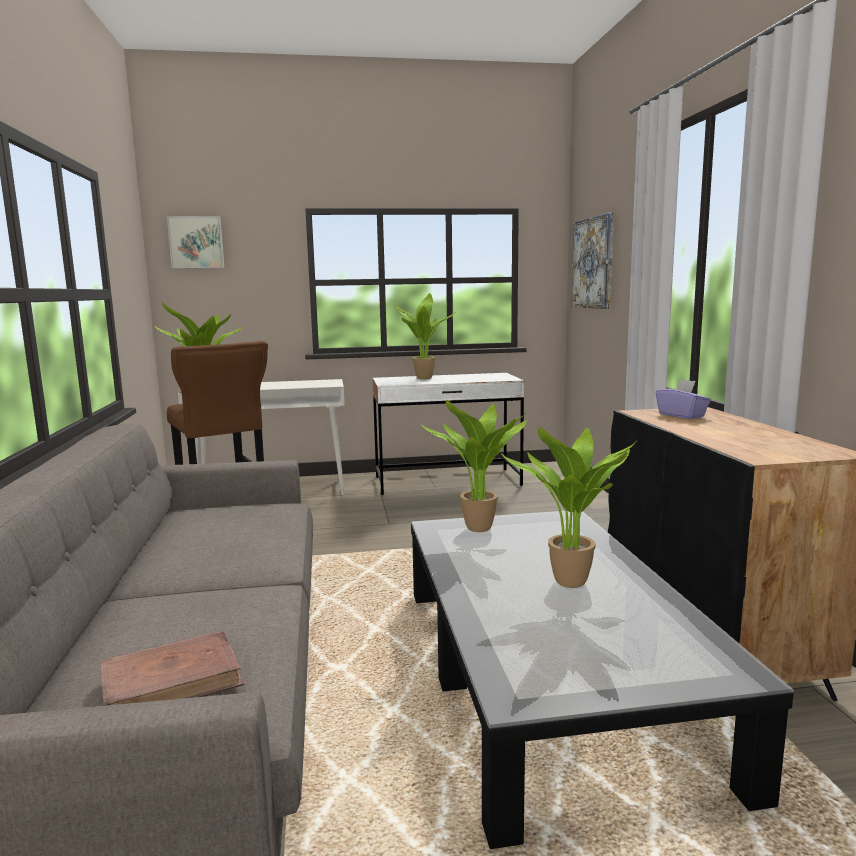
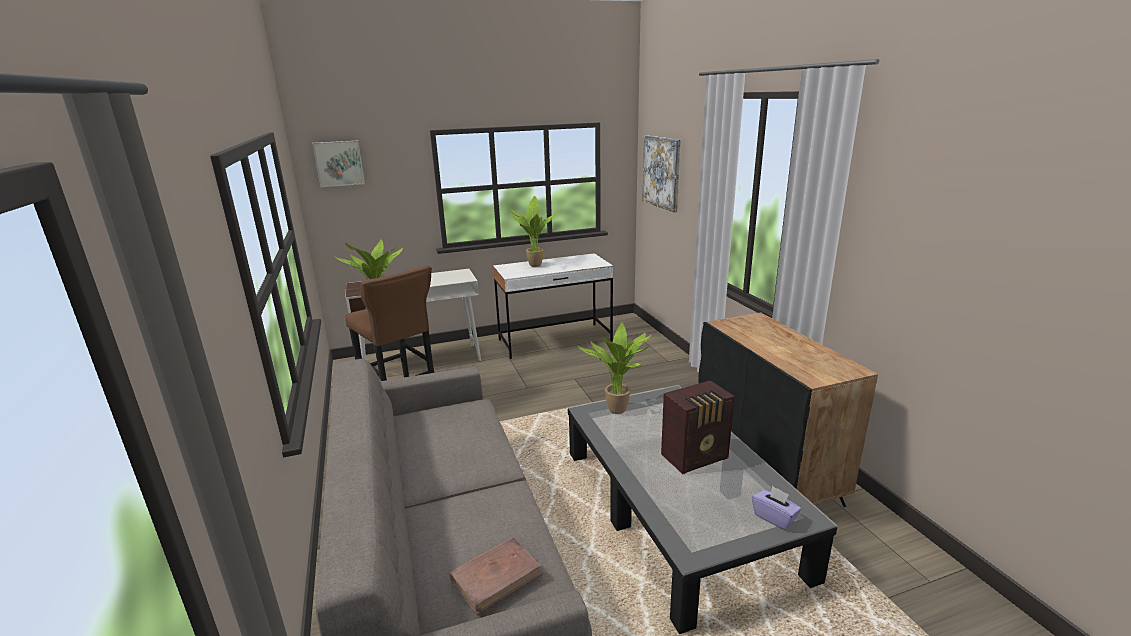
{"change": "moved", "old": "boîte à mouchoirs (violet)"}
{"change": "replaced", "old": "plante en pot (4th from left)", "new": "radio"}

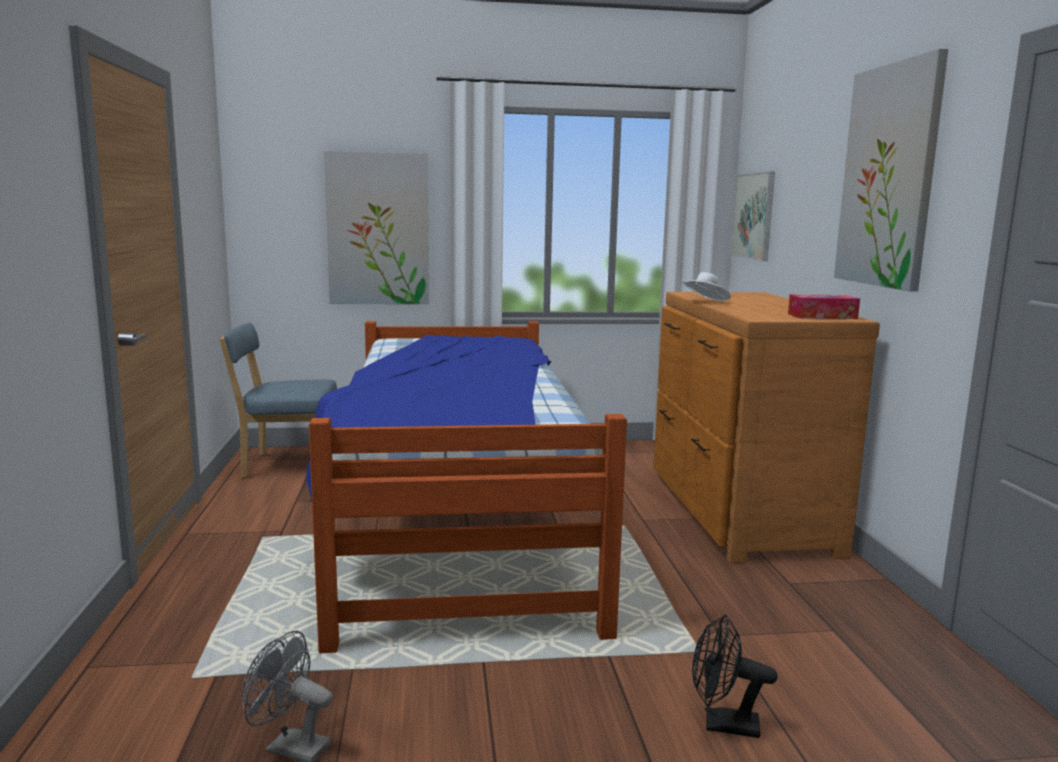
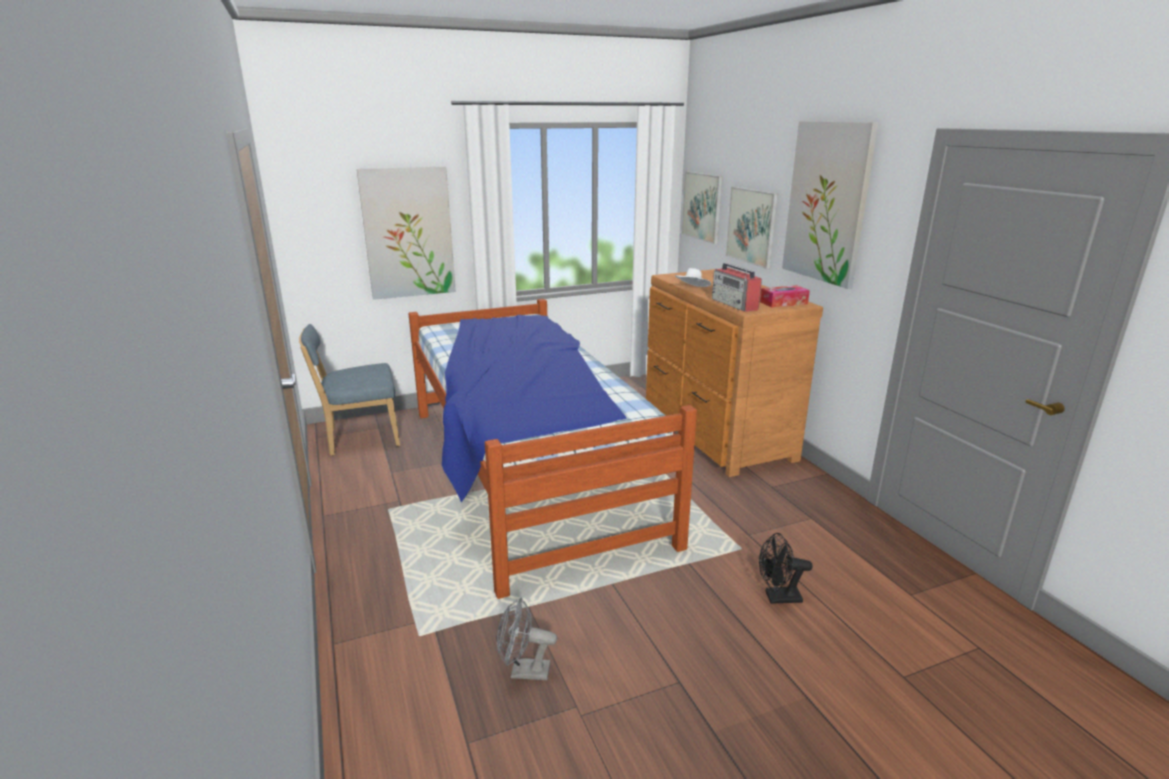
{"change": "added", "new": "radio"}
{"change": "added", "new": "tableau (3rd from left)"}

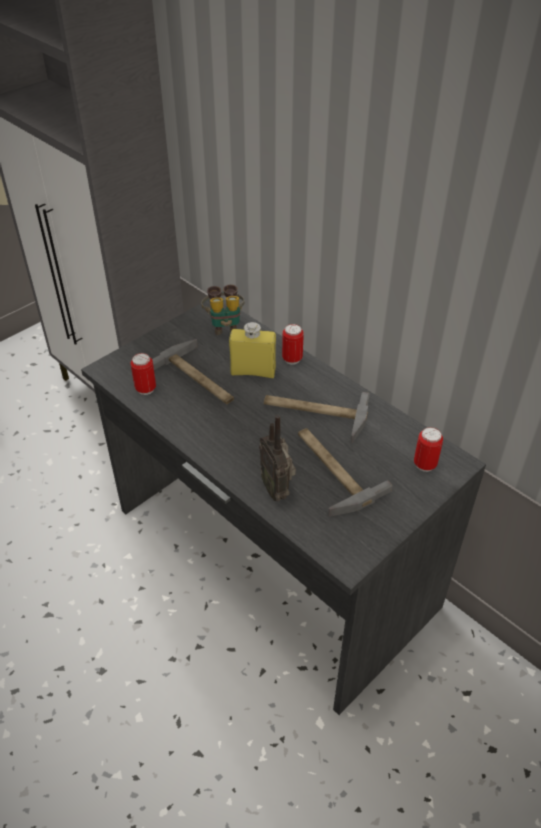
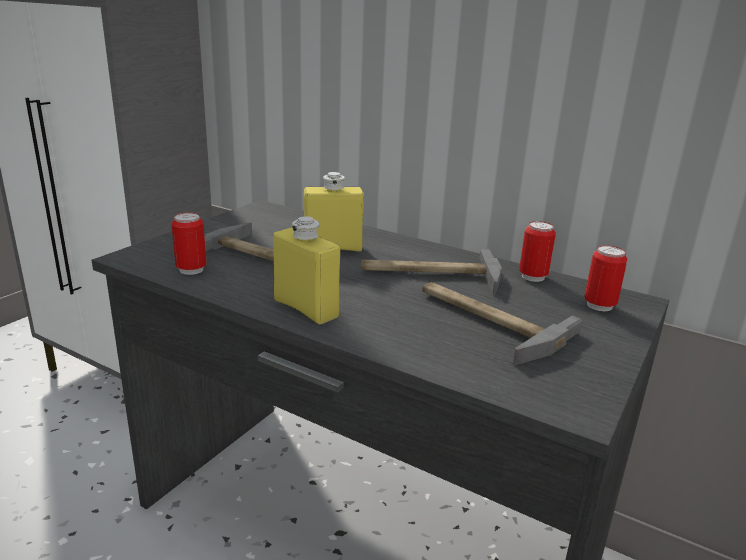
{"change": "removed", "old": "jumelles"}
{"change": "removed", "old": "radio"}
{"change": "added", "new": "bouteille (jaune) (1st from left)"}
{"change": "moved", "old": "boîte métallique (2nd from left)"}

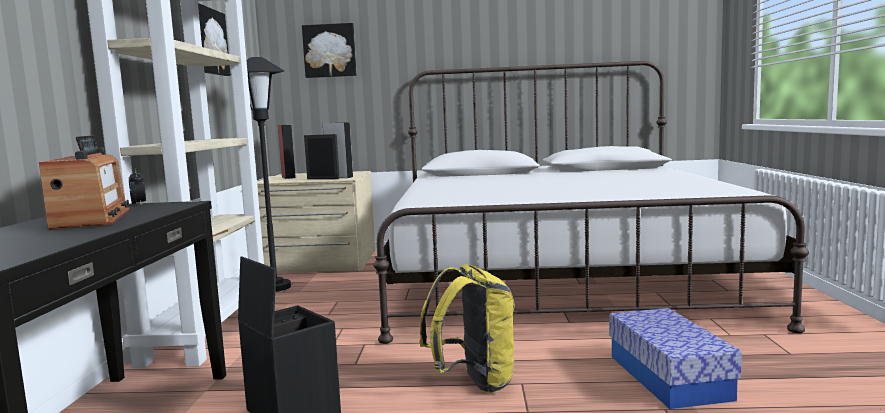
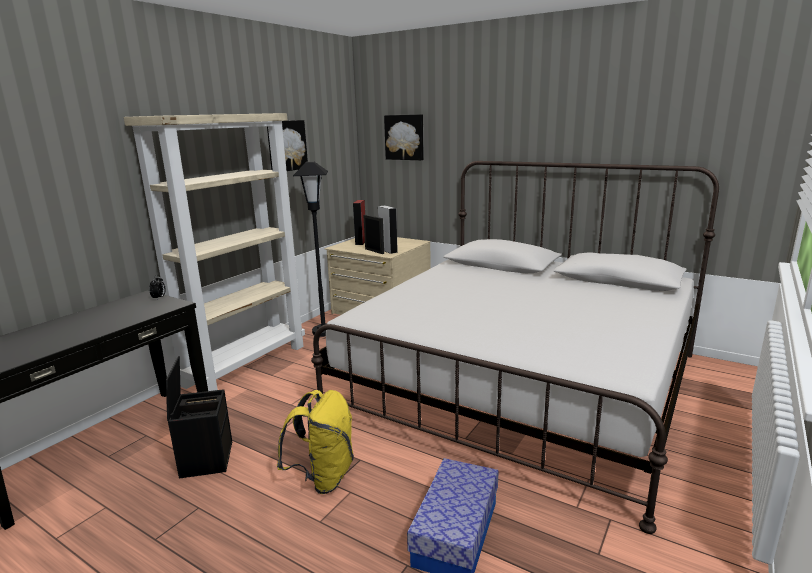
{"change": "removed", "old": "radio"}

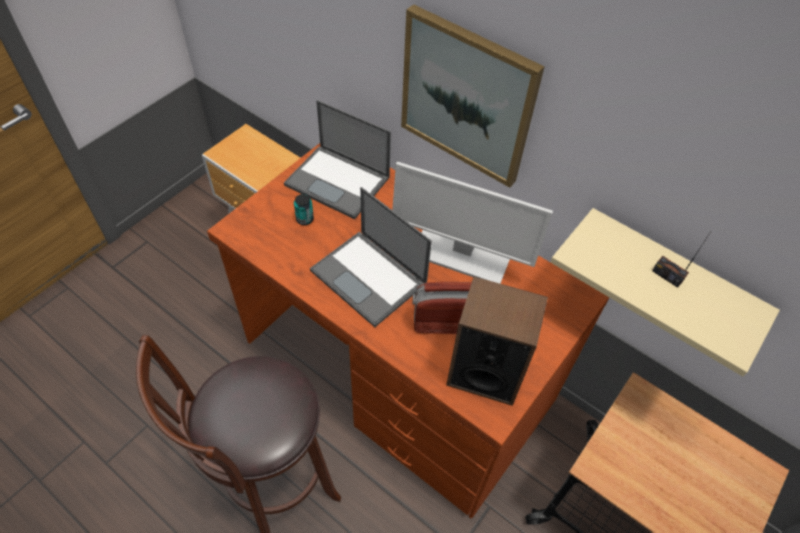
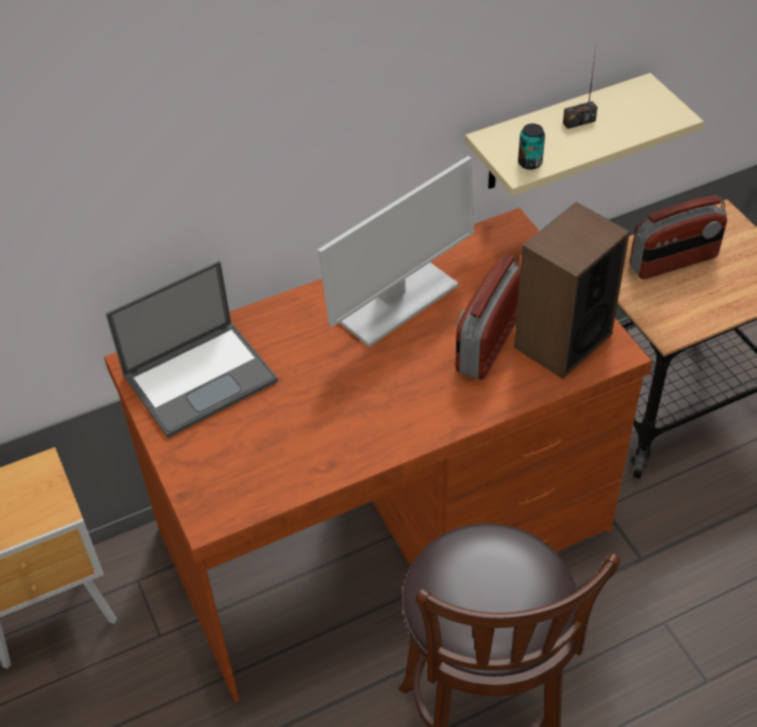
{"change": "removed", "old": "ordinateur portable (2nd from left)"}
{"change": "removed", "old": "tableau"}
{"change": "added", "new": "radio (3rd from left)"}
{"change": "moved", "old": "boîte métallique"}

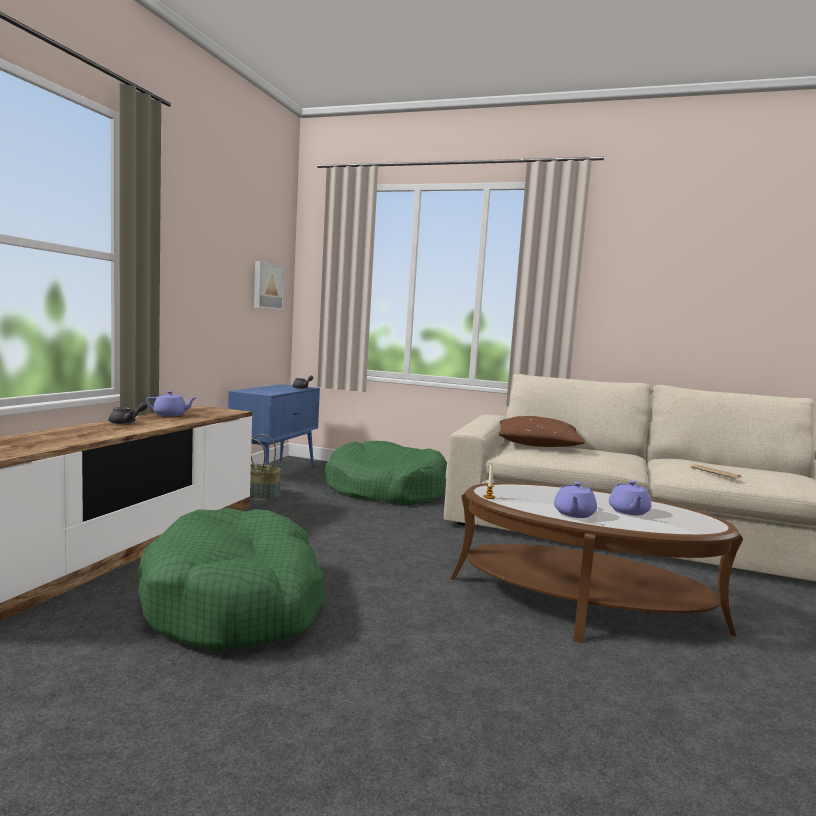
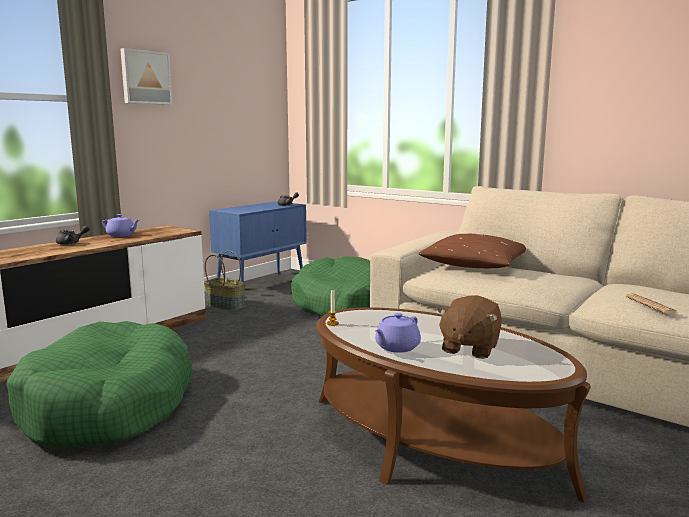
{"change": "moved", "old": "tableau"}
{"change": "replaced", "old": "théière (violet) (3rd from left)", "new": "peluche (marron)"}

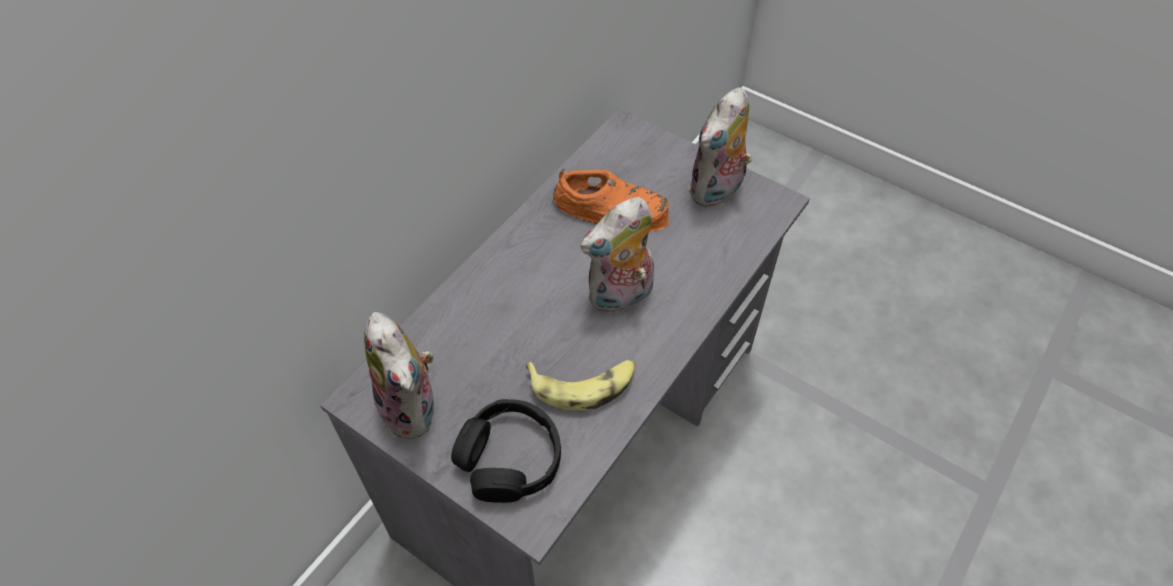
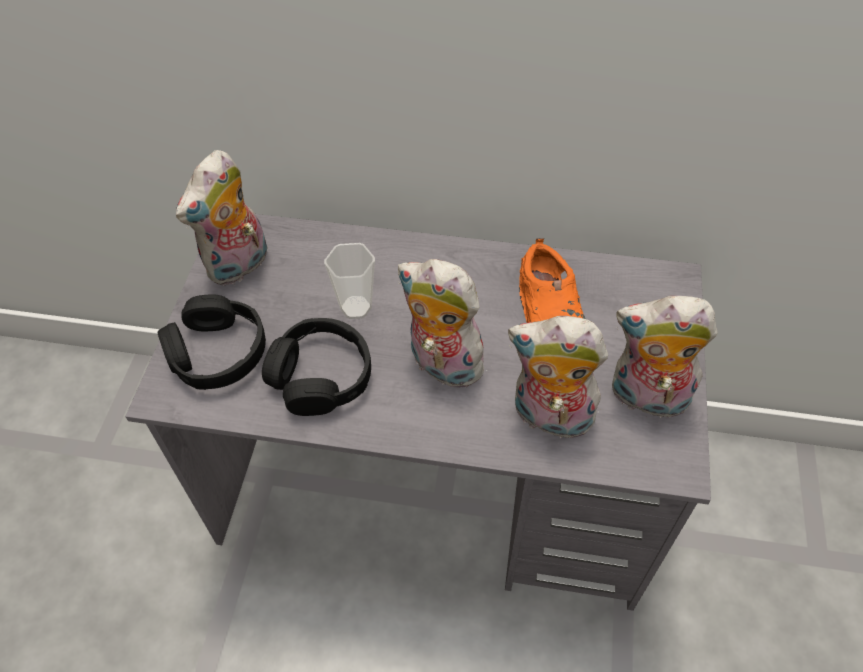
{"change": "added", "new": "tasse"}
{"change": "added", "new": "peluche (3rd from left)"}
{"change": "replaced", "old": "banane", "new": "casque audio (noir) (2nd from left)"}

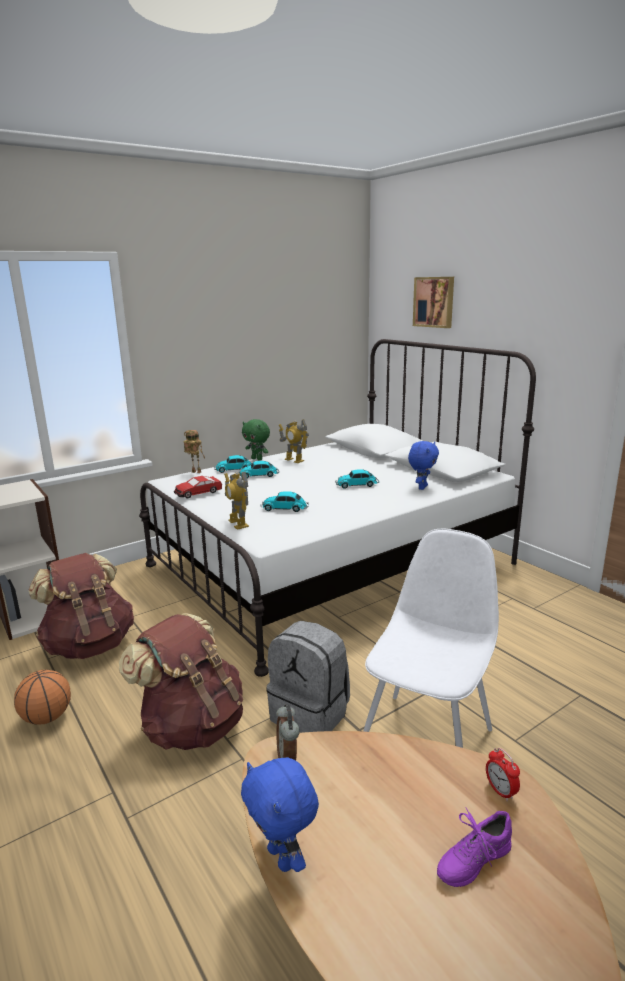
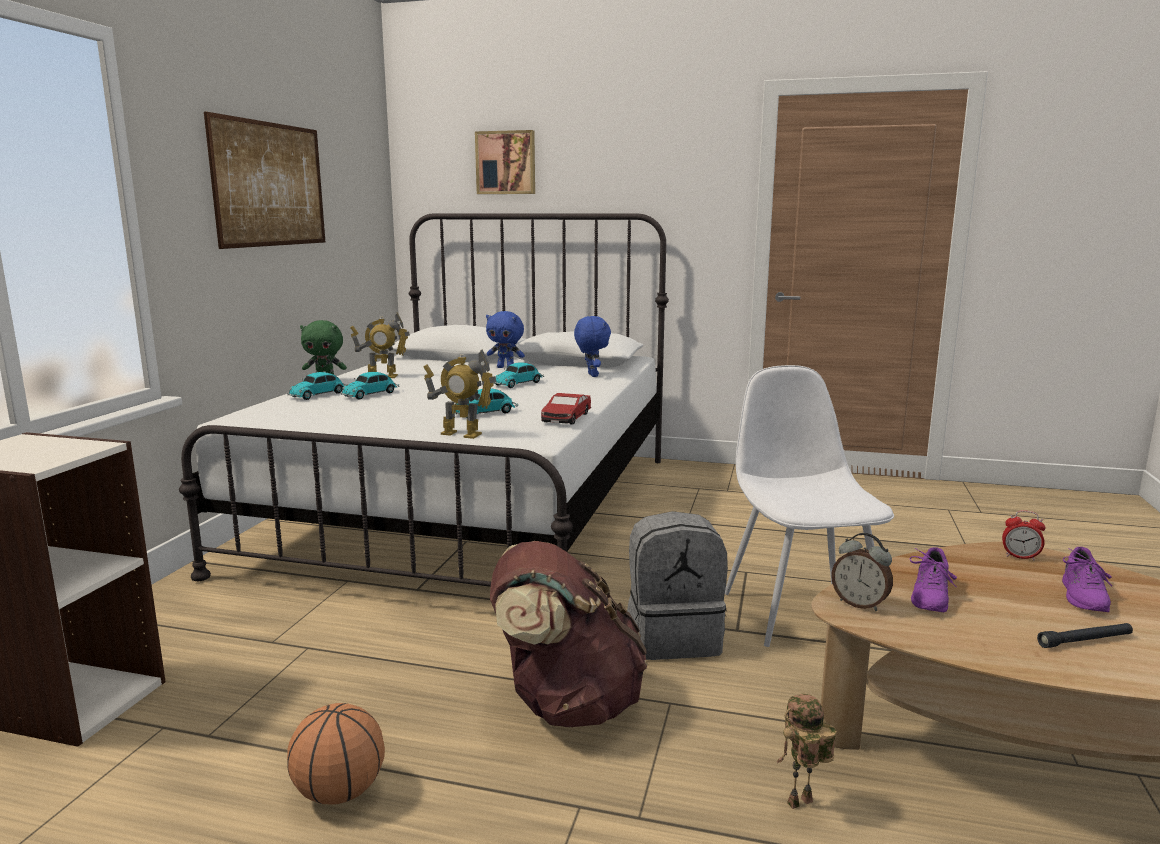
{"change": "removed", "old": "sac à dos (marron) (1st from left)"}
{"change": "added", "new": "tableau (1st from left)"}
{"change": "added", "new": "chaussure (violet) (1st from left)"}
{"change": "added", "new": "lampe de poche (noir)"}
{"change": "moved", "old": "petite voiture (1st from left in the first image)", "new": "petite voiture (5th from left)"}
{"change": "moved", "old": "robot jouet (1st from left in the first image)", "new": "robot jouet (3rd from left)"}
{"change": "moved", "old": "peluche (bleu) (1st from left)"}

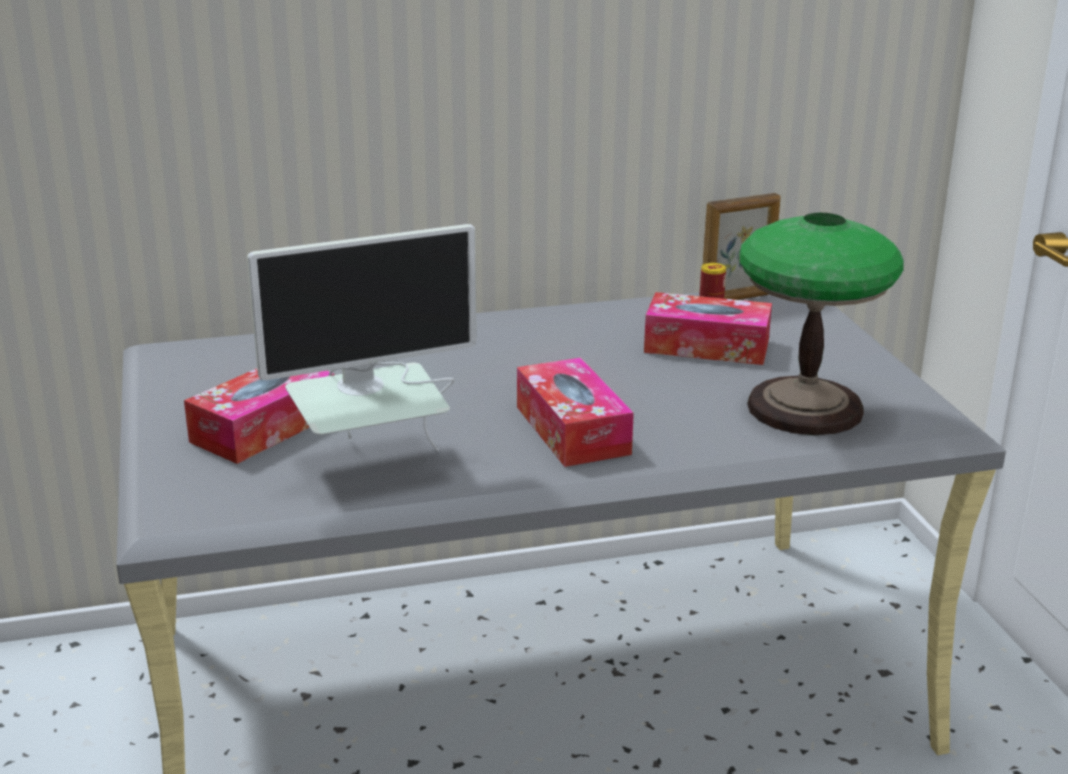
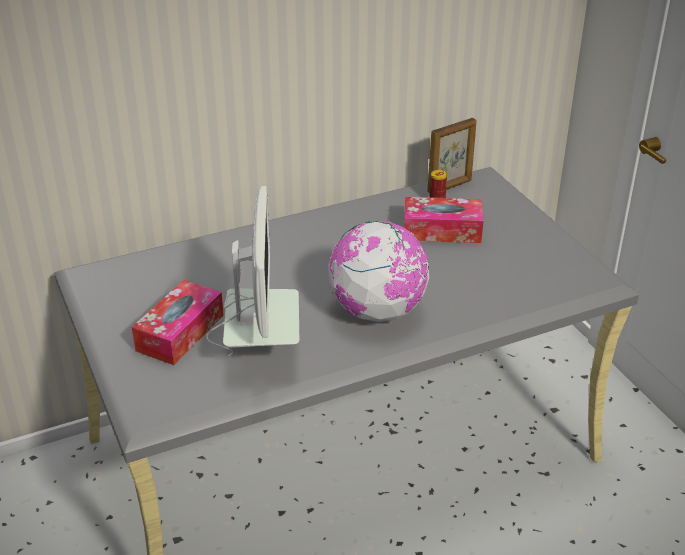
{"change": "removed", "old": "lampe de table"}
{"change": "replaced", "old": "boîte à mouchoirs (2nd from left)", "new": "globe"}
{"change": "turned", "old": "écran d'ordinateur", "degrees": -60}

